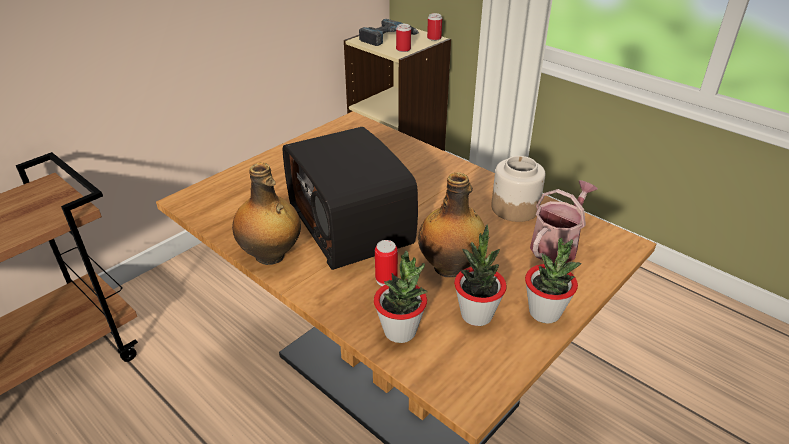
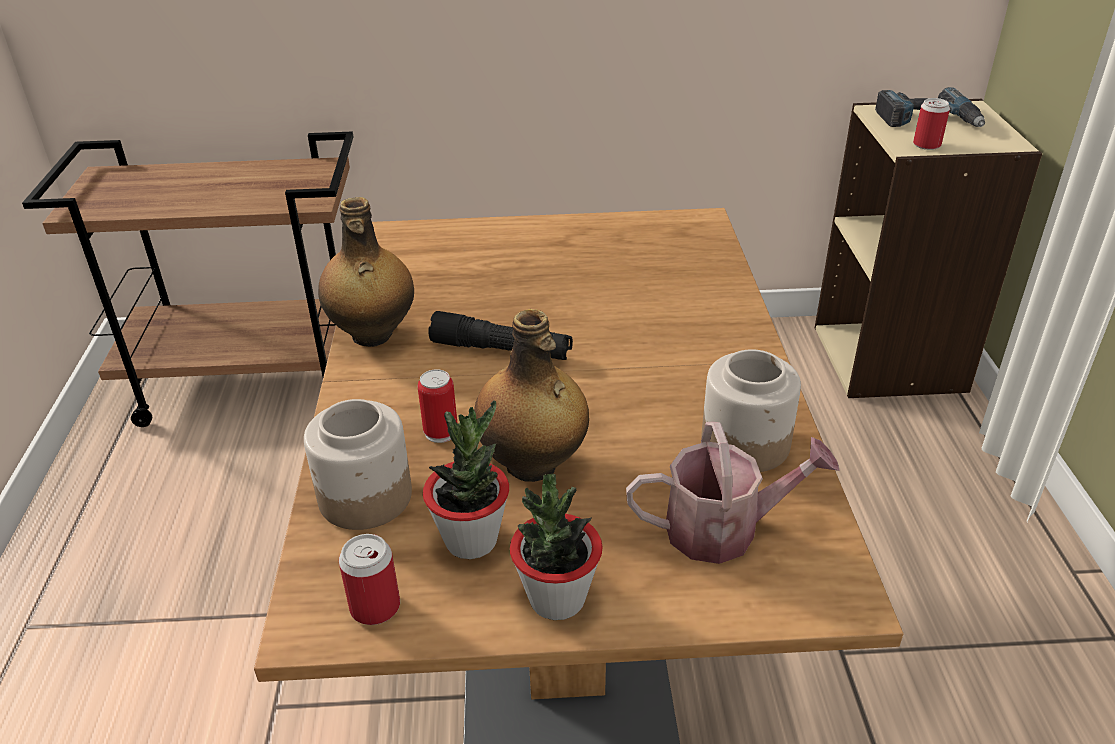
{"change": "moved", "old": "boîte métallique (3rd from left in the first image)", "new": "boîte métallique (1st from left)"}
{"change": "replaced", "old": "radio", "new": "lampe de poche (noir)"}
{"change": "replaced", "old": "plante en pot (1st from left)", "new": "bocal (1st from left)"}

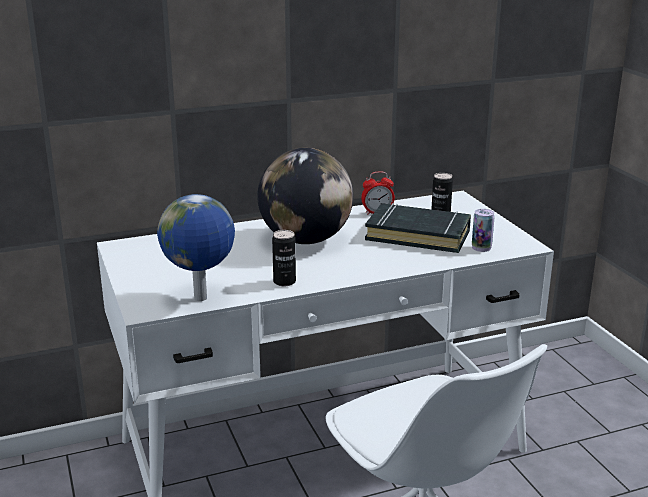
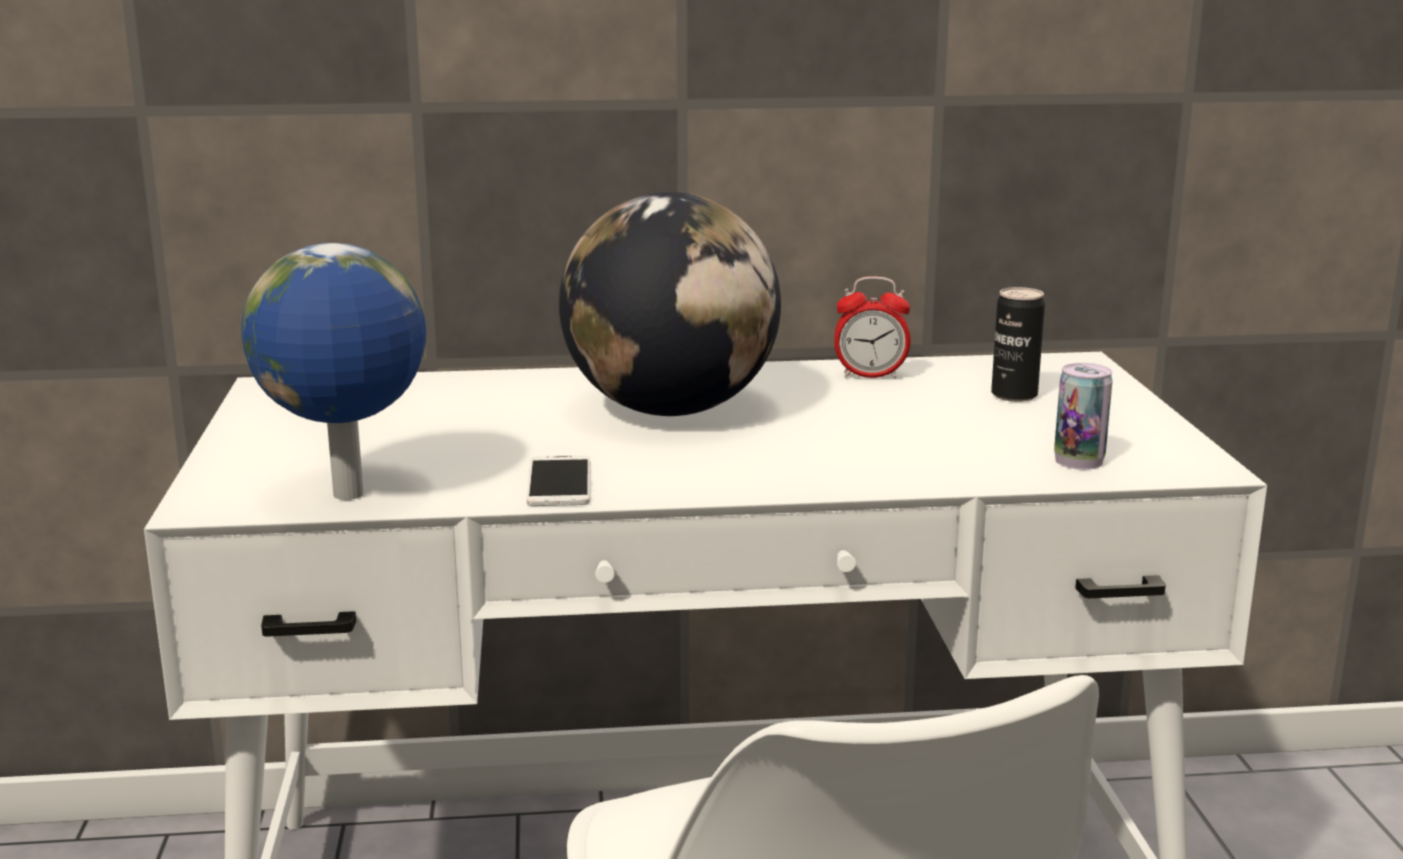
{"change": "removed", "old": "livre (noir)"}
{"change": "replaced", "old": "boîte métallique (1st from left)", "new": "téléphone"}

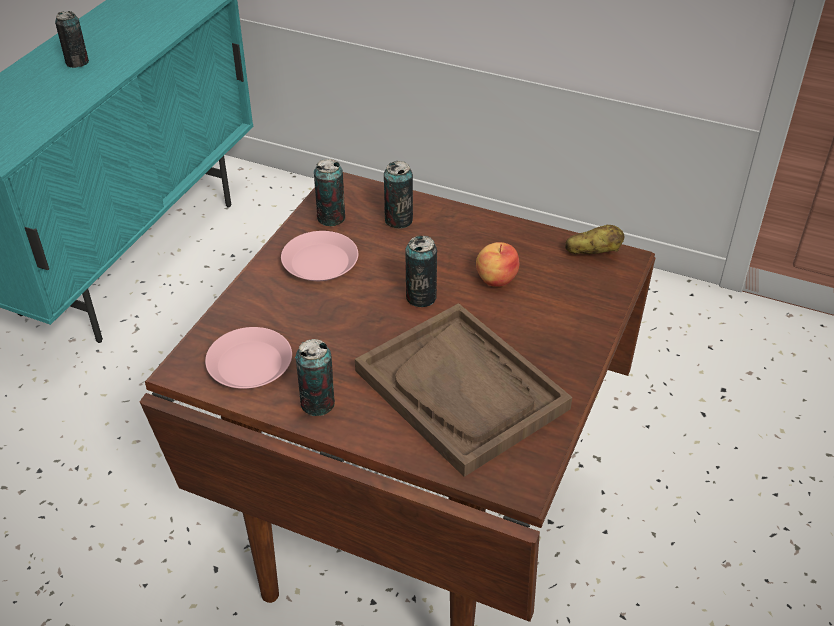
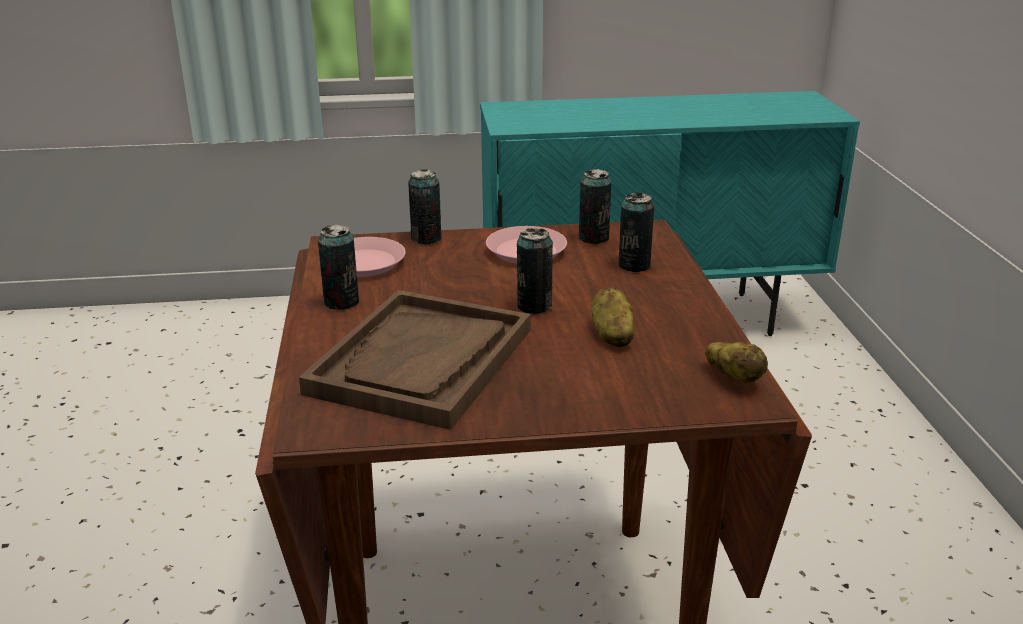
{"change": "moved", "old": "boîte métallique (1st from left in the first image)", "new": "boîte métallique (2nd from left)"}
{"change": "replaced", "old": "pomme", "new": "pomme de terre (1st from left)"}

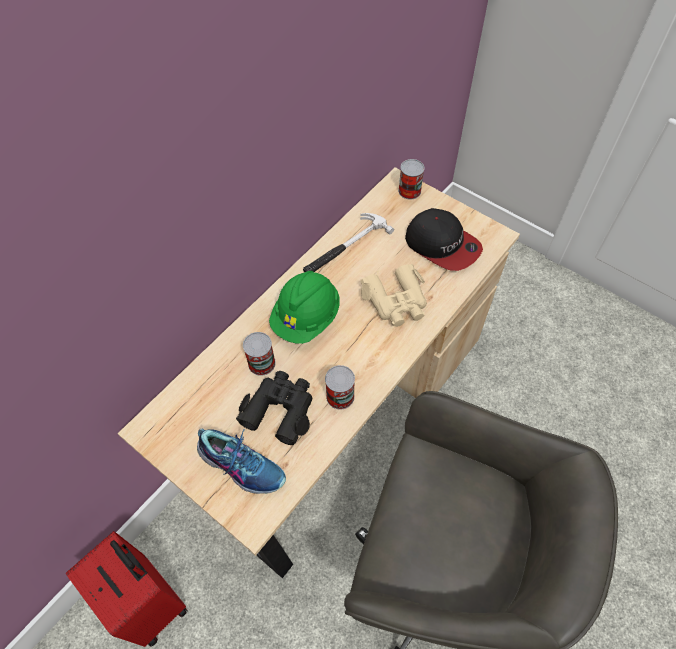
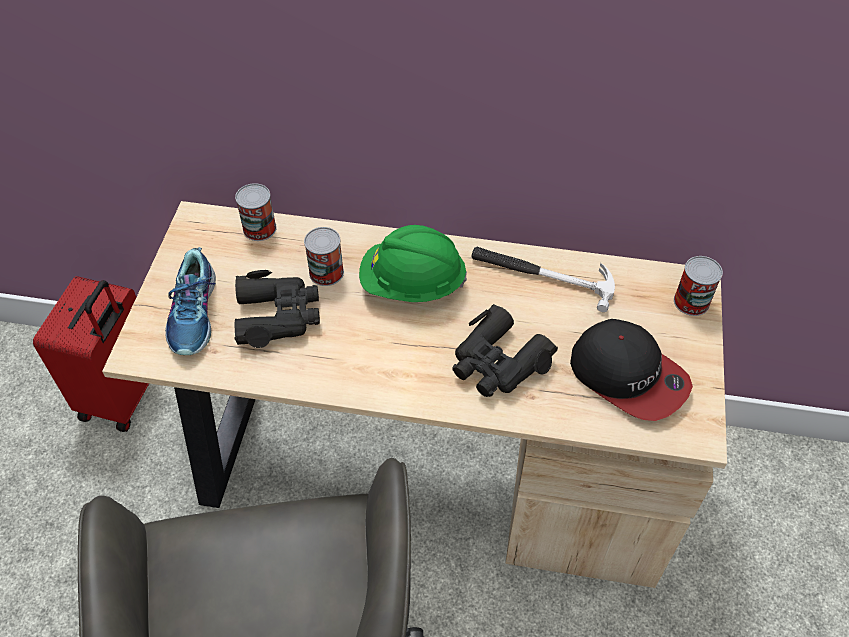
{"change": "moved", "old": "boîte métallique (2nd from left in the first image)", "new": "boîte métallique (1st from left)"}
{"change": "recoloured", "old": "jumelles (beige)", "new": "jumelles (noir) (2nd from left)"}
{"change": "turned", "old": "casquette", "degrees": -60}

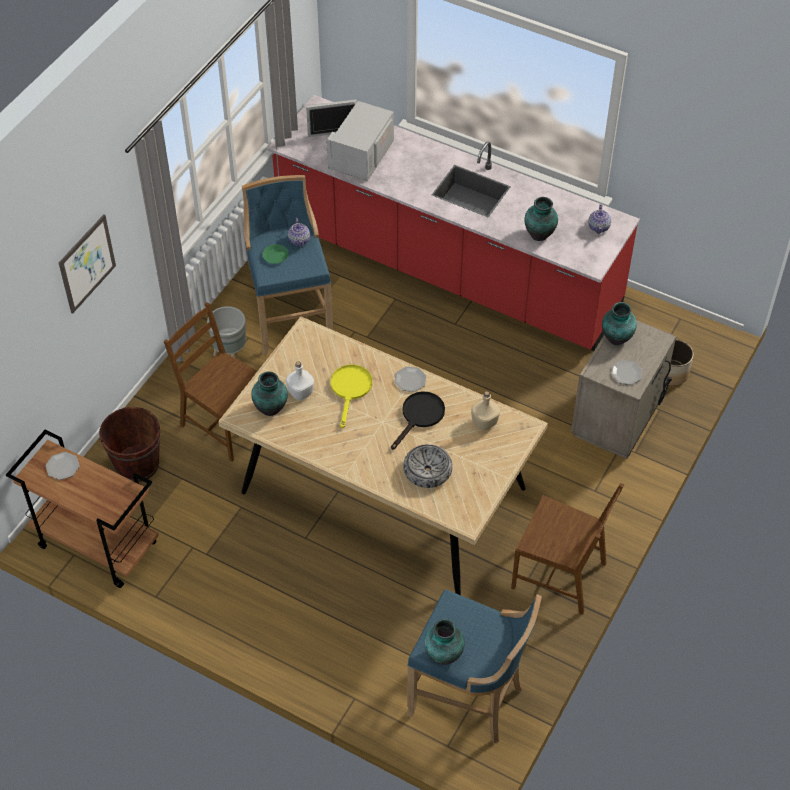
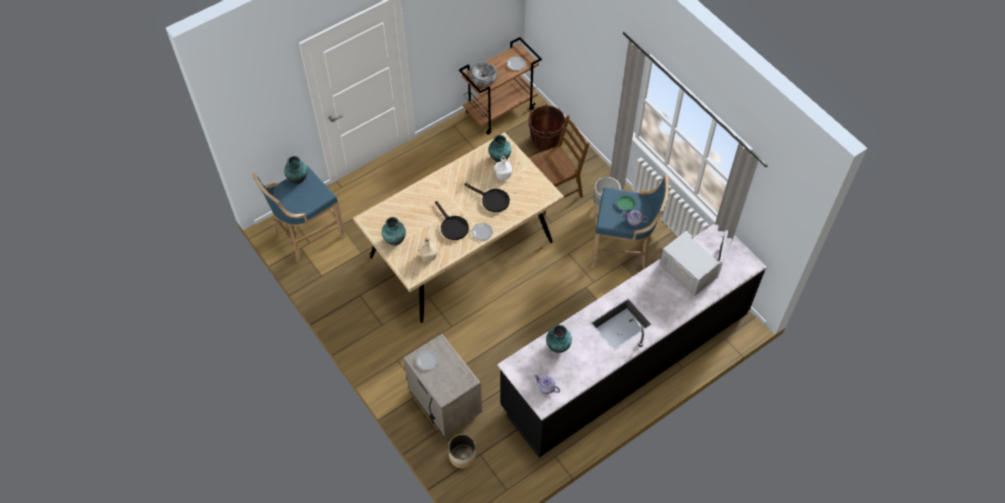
{"change": "removed", "old": "tableau"}
{"change": "removed", "old": "chaise (marron) (2nd from left)"}
{"change": "moved", "old": "bol"}
{"change": "moved", "old": "vase (4th from left in the first image)", "new": "vase (2nd from left)"}
{"change": "recoloured", "old": "comptoir de cuisine (rouge)", "new": "comptoir de cuisine (noir)"}
{"change": "recoloured", "old": "poêle (jaune)", "new": "poêle (noir) (2nd from left)"}

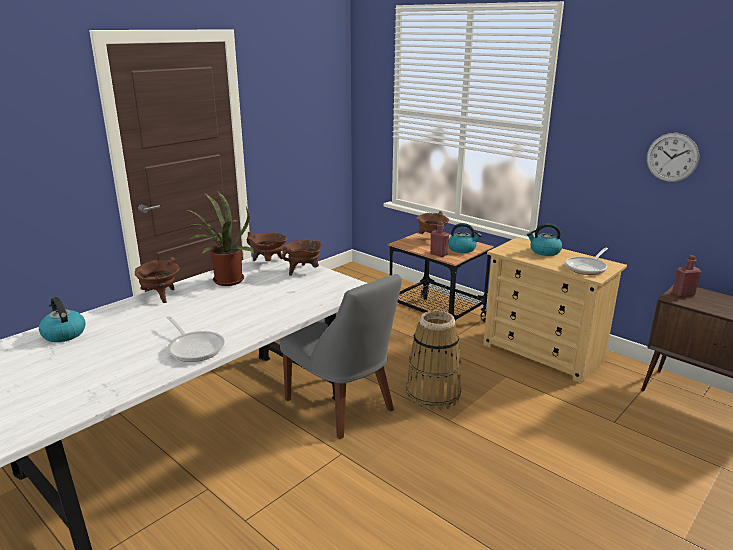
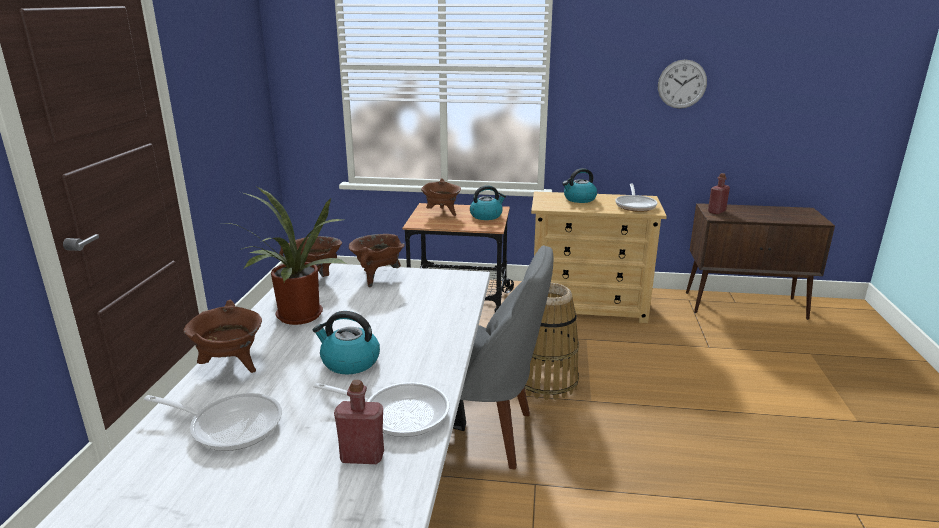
{"change": "added", "new": "poêle (1st from left)"}
{"change": "moved", "old": "bouilloire (1st from left)"}
{"change": "moved", "old": "bouteille (rouge) (1st from left)"}

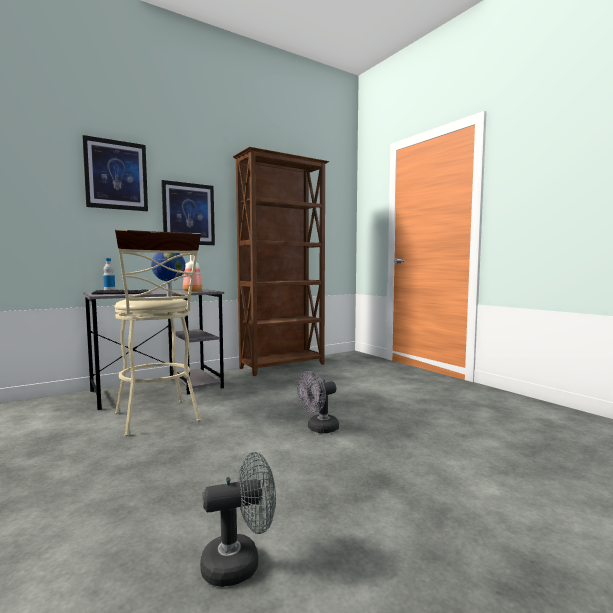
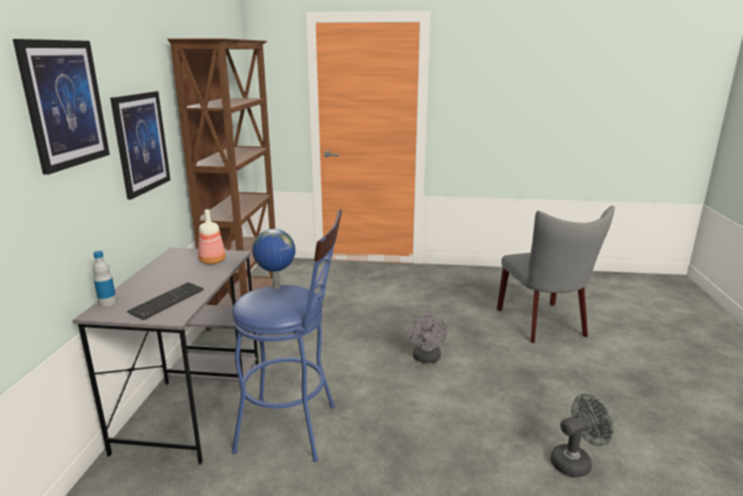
{"change": "added", "new": "chaise (gris)"}
{"change": "recoloured", "old": "tabouret (beige)", "new": "tabouret (bleu)"}
{"change": "turned", "old": "ventilateur (gris) (1st from left in the first image)", "degrees": 45}

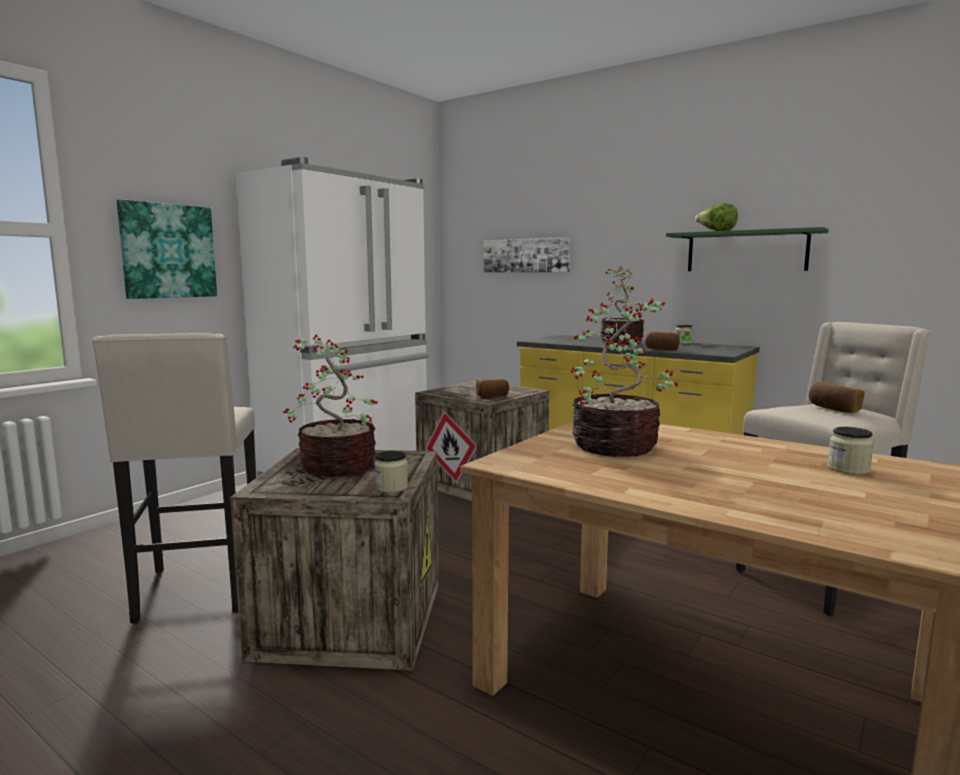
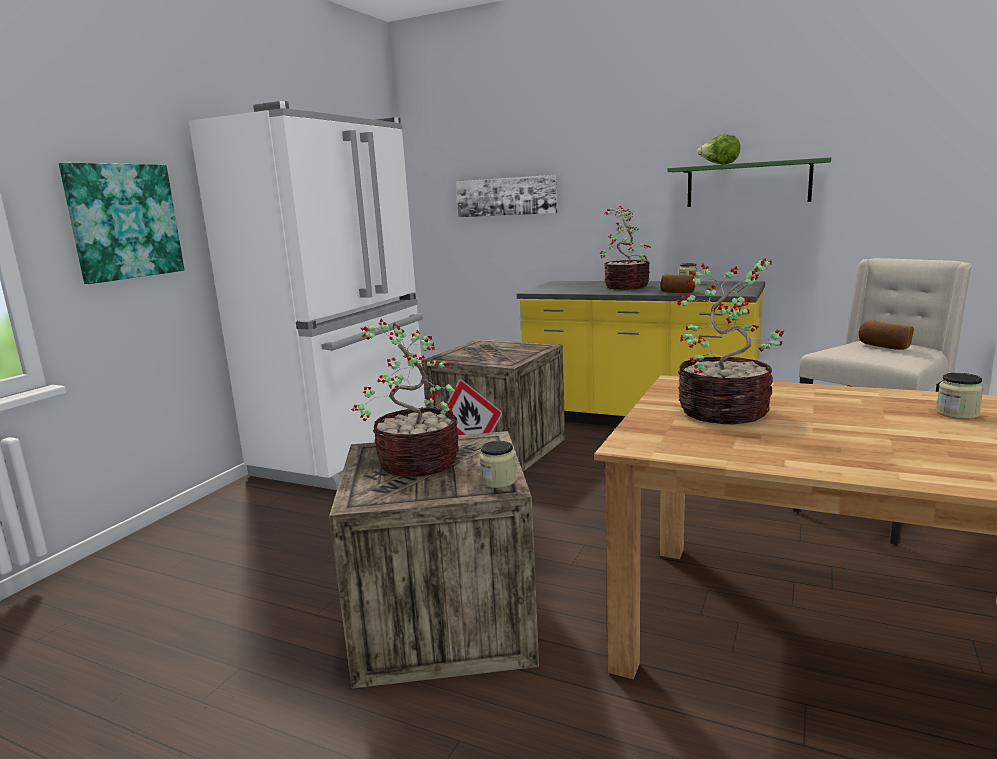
{"change": "removed", "old": "tabouret (beige) (1st from left)"}
{"change": "removed", "old": "pain (1st from left)"}

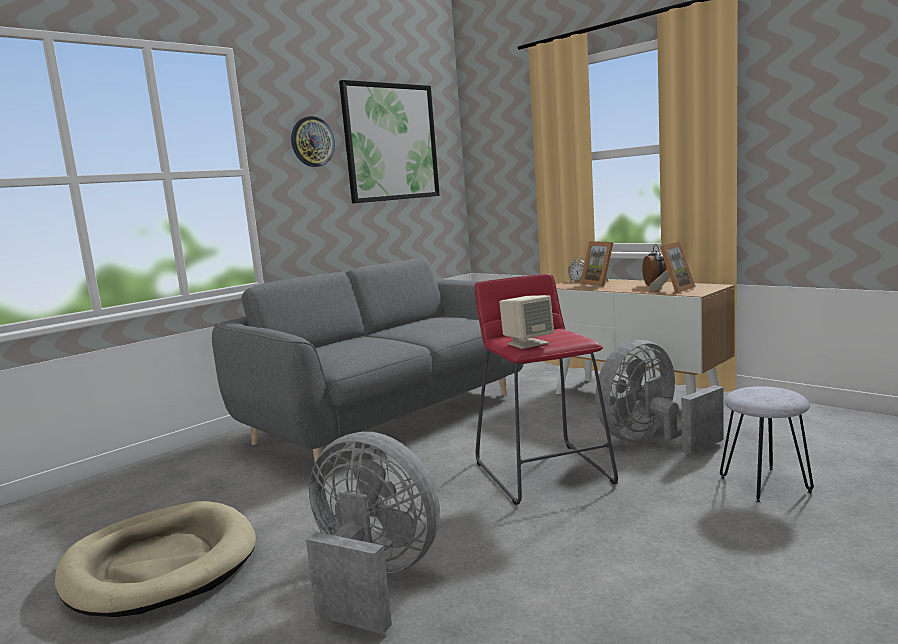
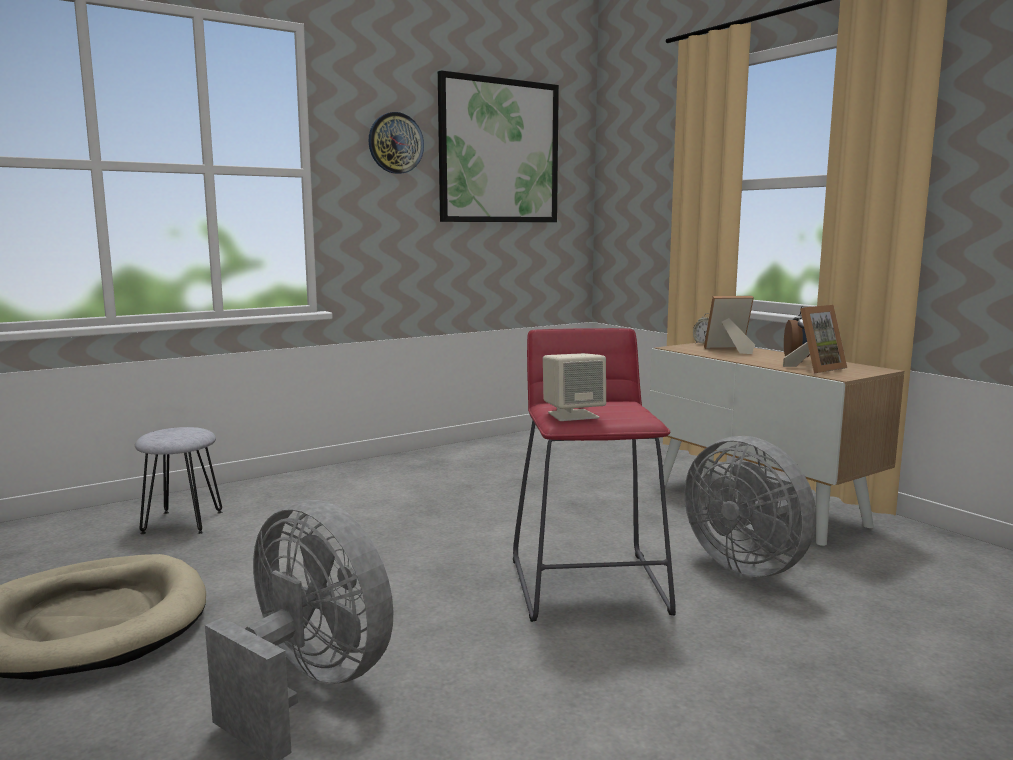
{"change": "removed", "old": "canapé (gris)"}
{"change": "moved", "old": "tabouret (gris)"}
{"change": "turned", "old": "cadre photo (1st from left)", "degrees": 105}
{"change": "turned", "old": "ventilateur (gris) (2nd from left)", "degrees": -105}

